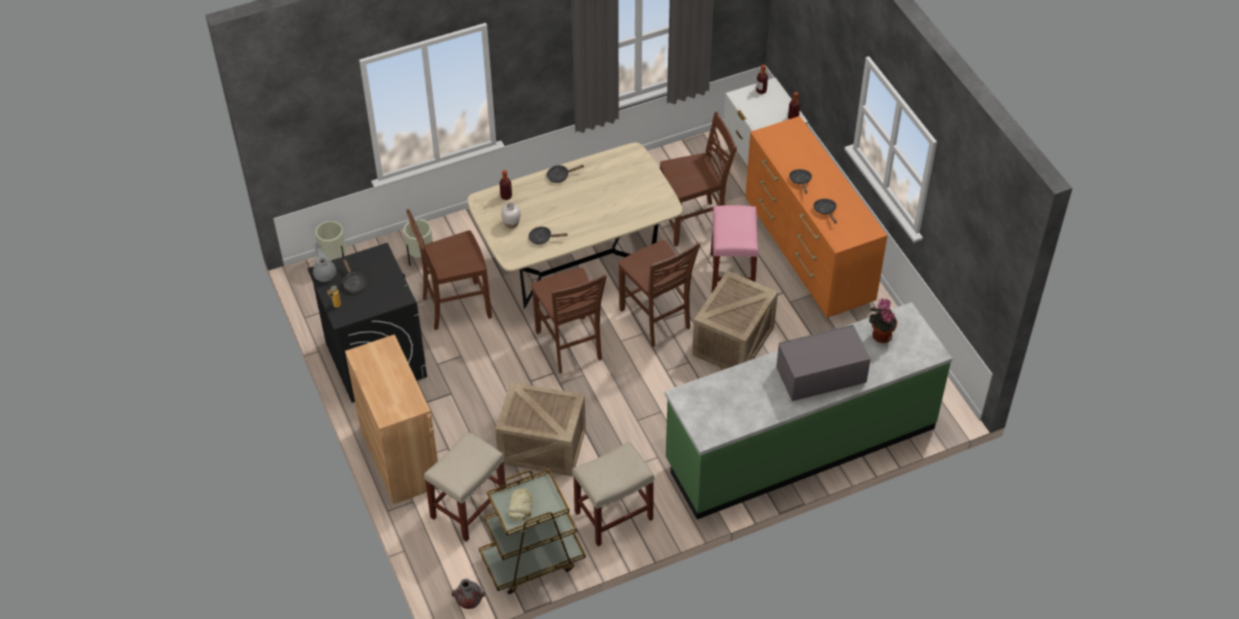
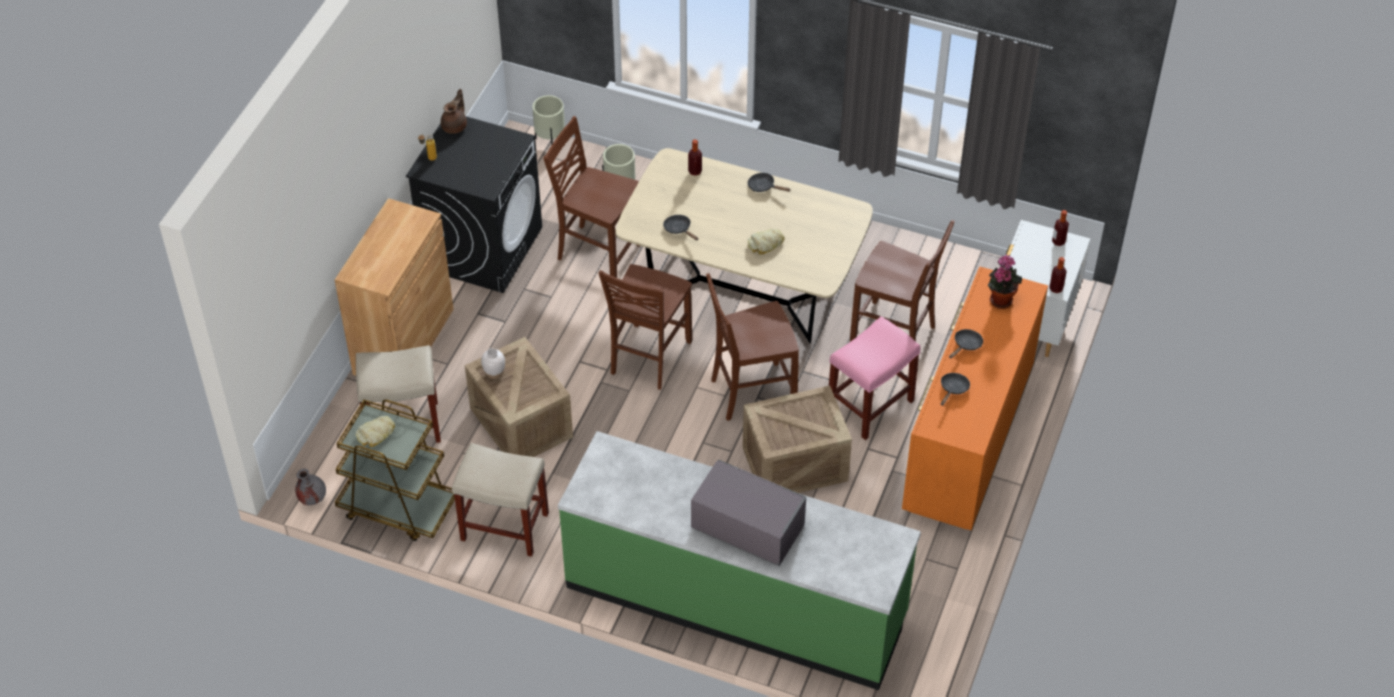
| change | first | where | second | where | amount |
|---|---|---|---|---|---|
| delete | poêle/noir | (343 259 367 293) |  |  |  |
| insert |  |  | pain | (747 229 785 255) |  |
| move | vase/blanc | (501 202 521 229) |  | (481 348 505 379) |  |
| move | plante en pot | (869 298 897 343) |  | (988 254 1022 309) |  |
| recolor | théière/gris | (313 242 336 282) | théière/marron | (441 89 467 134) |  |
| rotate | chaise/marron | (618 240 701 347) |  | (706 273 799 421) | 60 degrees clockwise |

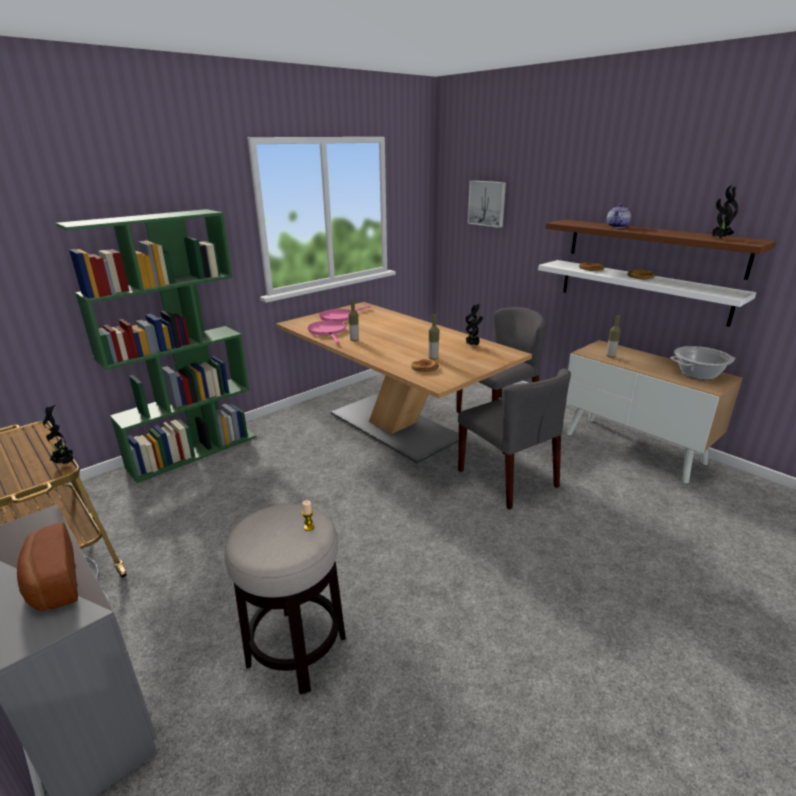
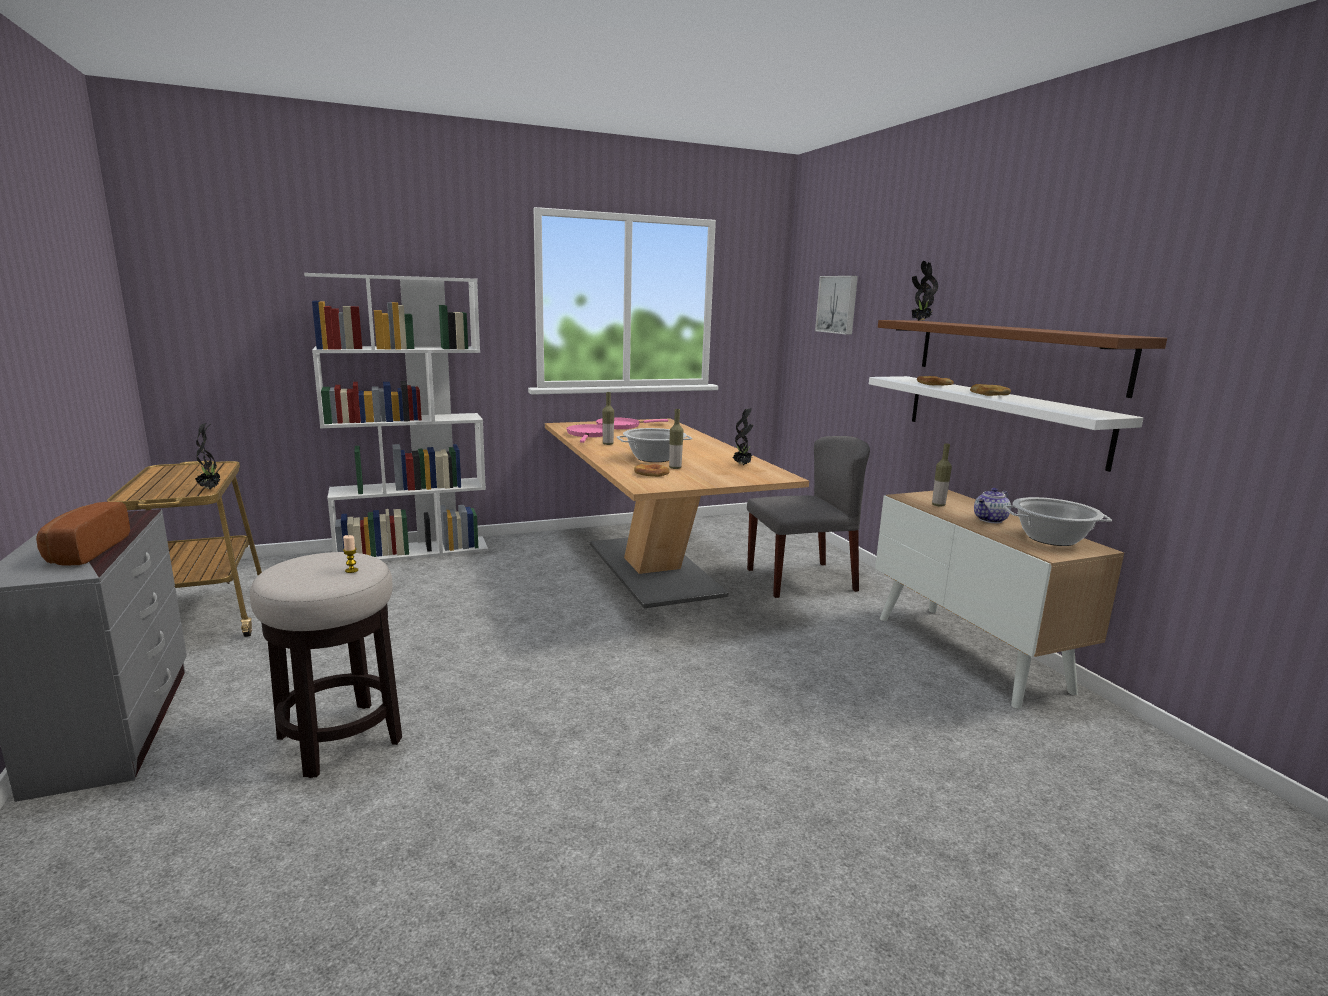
| change | first | where | second | where | amount |
|---|---|---|---|---|---|
| delete | chaise/gris | (458 368 571 510) |  |  |  |
| insert |  |  | marmite | (617 428 692 462) |  |
| move | théière | (607 204 631 228) |  | (974 488 1011 523) |  |
| move | plante en pot | (712 185 738 239) |  | (912 261 938 321) |  |
| recolor | bibliothèque/vert | (56 209 256 483) | bibliothèque/blanc | (304 273 488 561) |  |

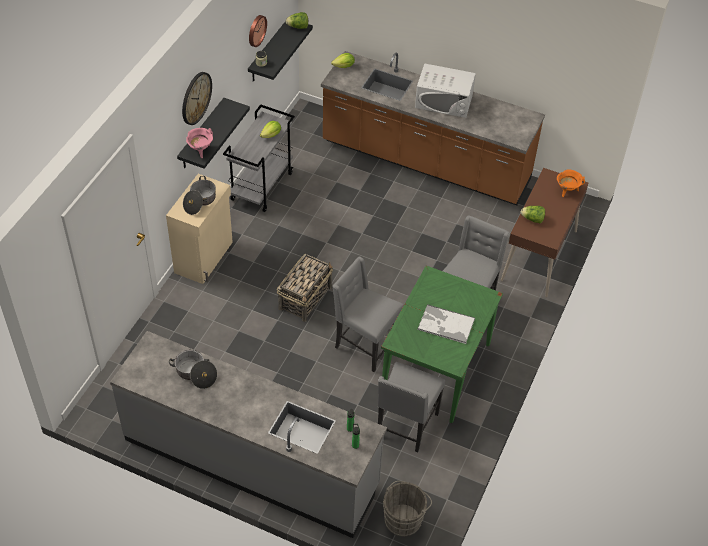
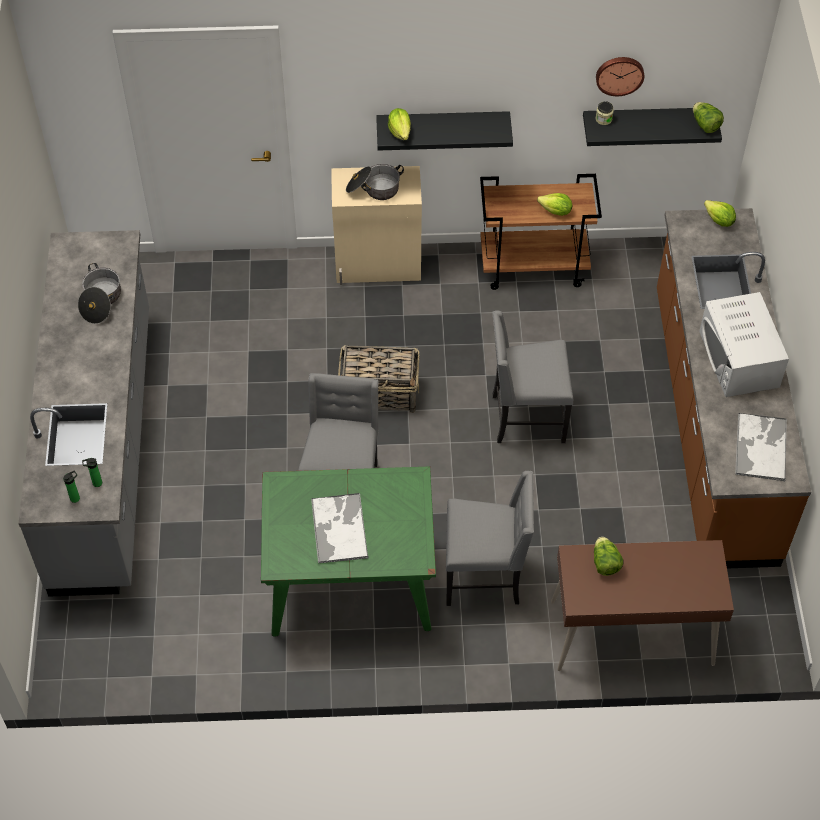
| change | first | where | second | where | amount |
|---|---|---|---|---|---|
| delete | horloge murale | (182 72 212 125) |  |  |  |
| delete | seau/gris | (383 481 432 537) |  |  |  |
| delete | marmite/orange | (557 169 585 197) |  |  |  |
| insert |  |  | plateau | (735 413 787 481) |  |
| move | chaise/gris | (378 362 445 452) |  | (492 311 573 443) |  |
| replace | marmite/rose | (186 128 213 158) | laitue | (388 108 411 140) |  |
| recolor | chariot/gris | (223 104 295 212) | chariot/marron | (480 174 602 290) |  |

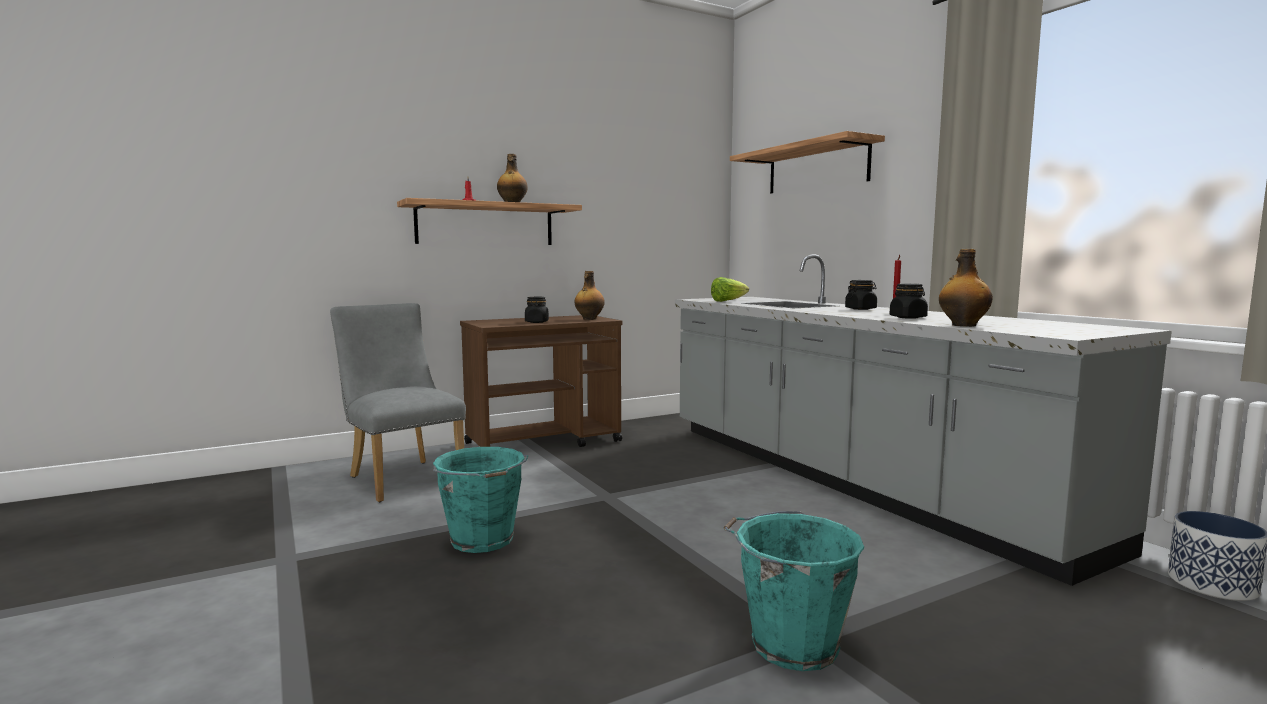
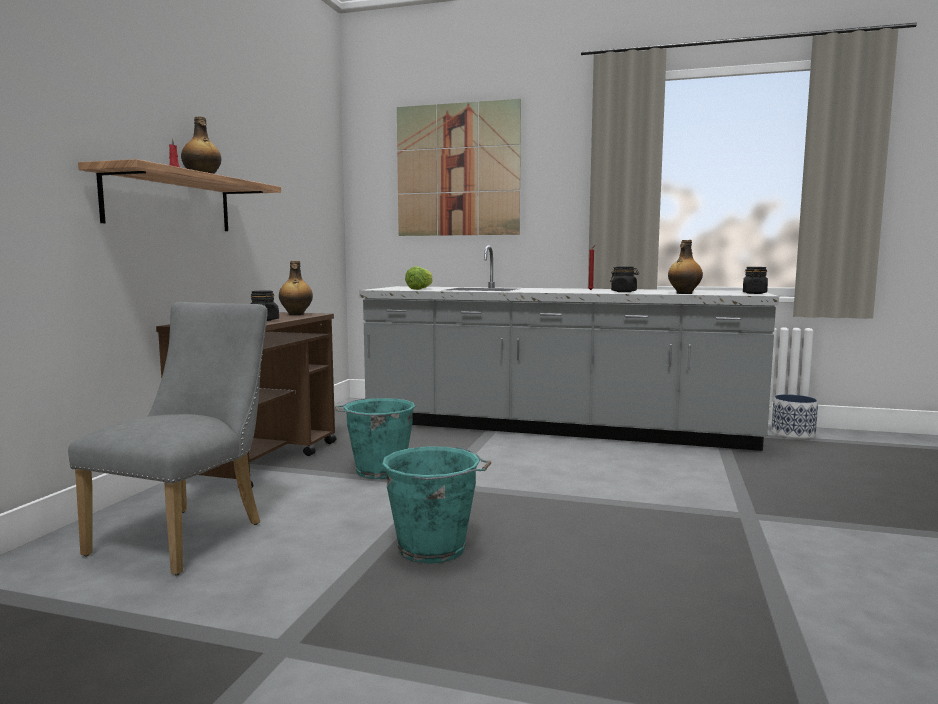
| change | first | where | second | where | amount |
|---|---|---|---|---|---|
| move | seau/turquoise | (724 511 864 671) |  | (335 398 415 479) |  |
| move | bocal/noir | (845 280 877 310) |  | (743 267 768 294) |  |
| replace | étagère | (730 131 885 193) | tableau | (397 99 521 236) |  |
| rotate | chaise/gris | (330 303 466 502) |  | (68 302 268 575) | 105 degrees clockwise |

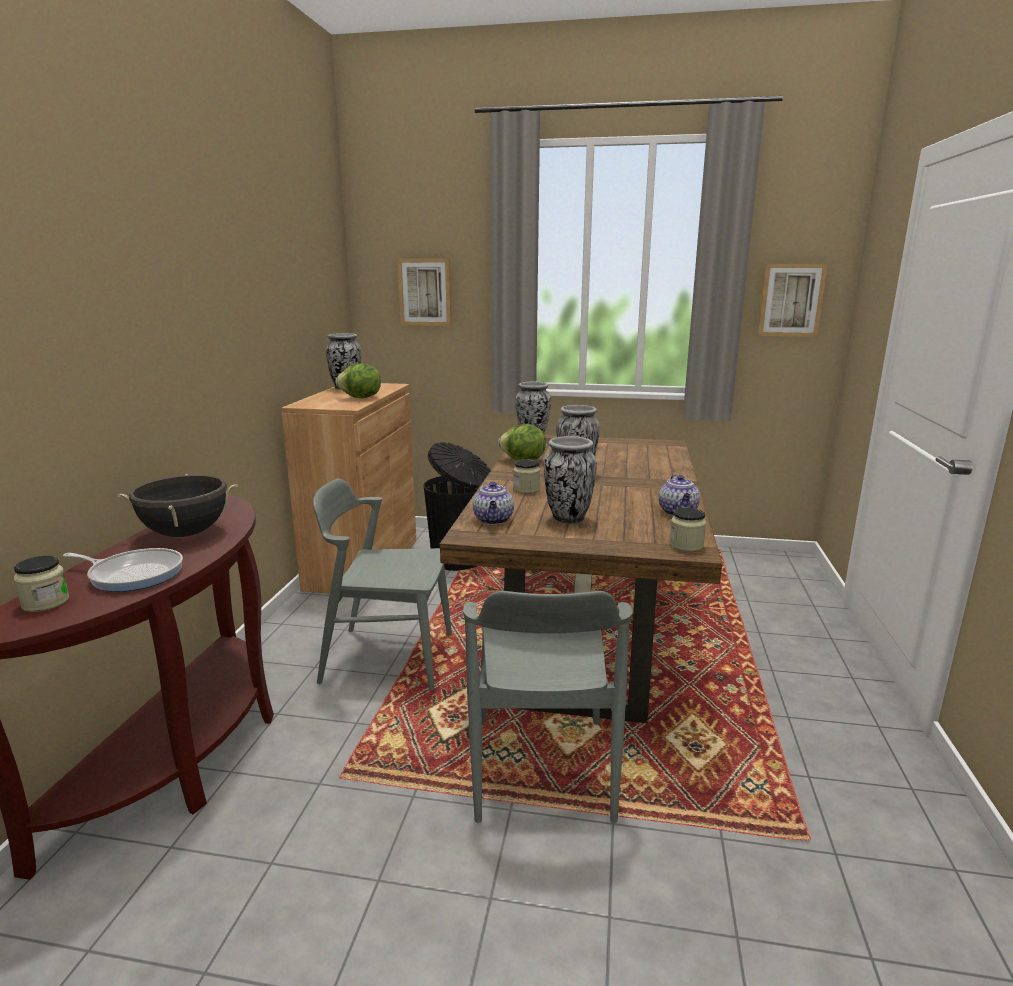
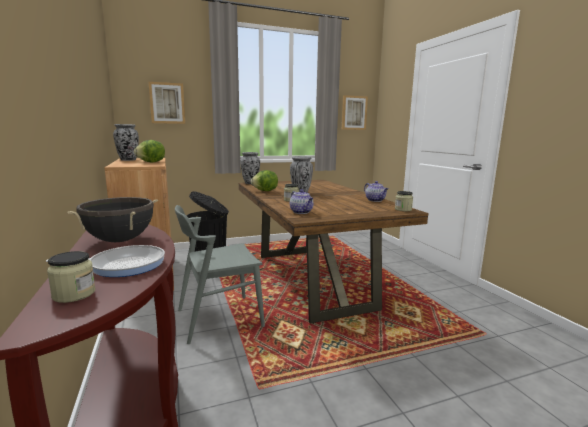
| change | first | where | second | where | amount |
|---|---|---|---|---|---|
| delete | chaise/gris | (463 591 633 823) |  |  |  |
| delete | vase | (544 436 597 524) |  |  |  |

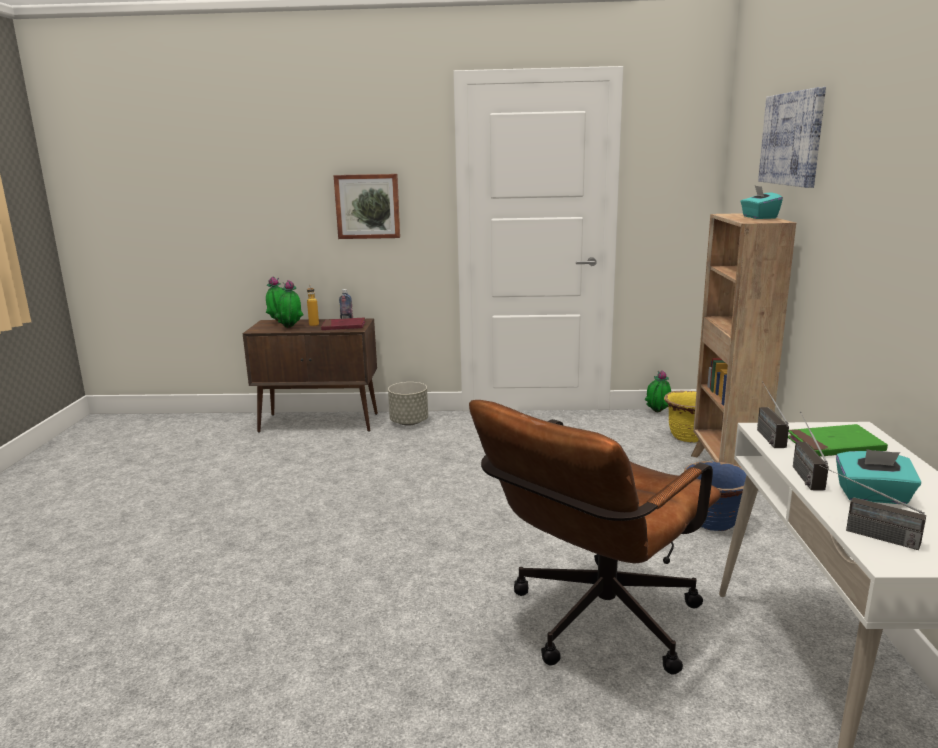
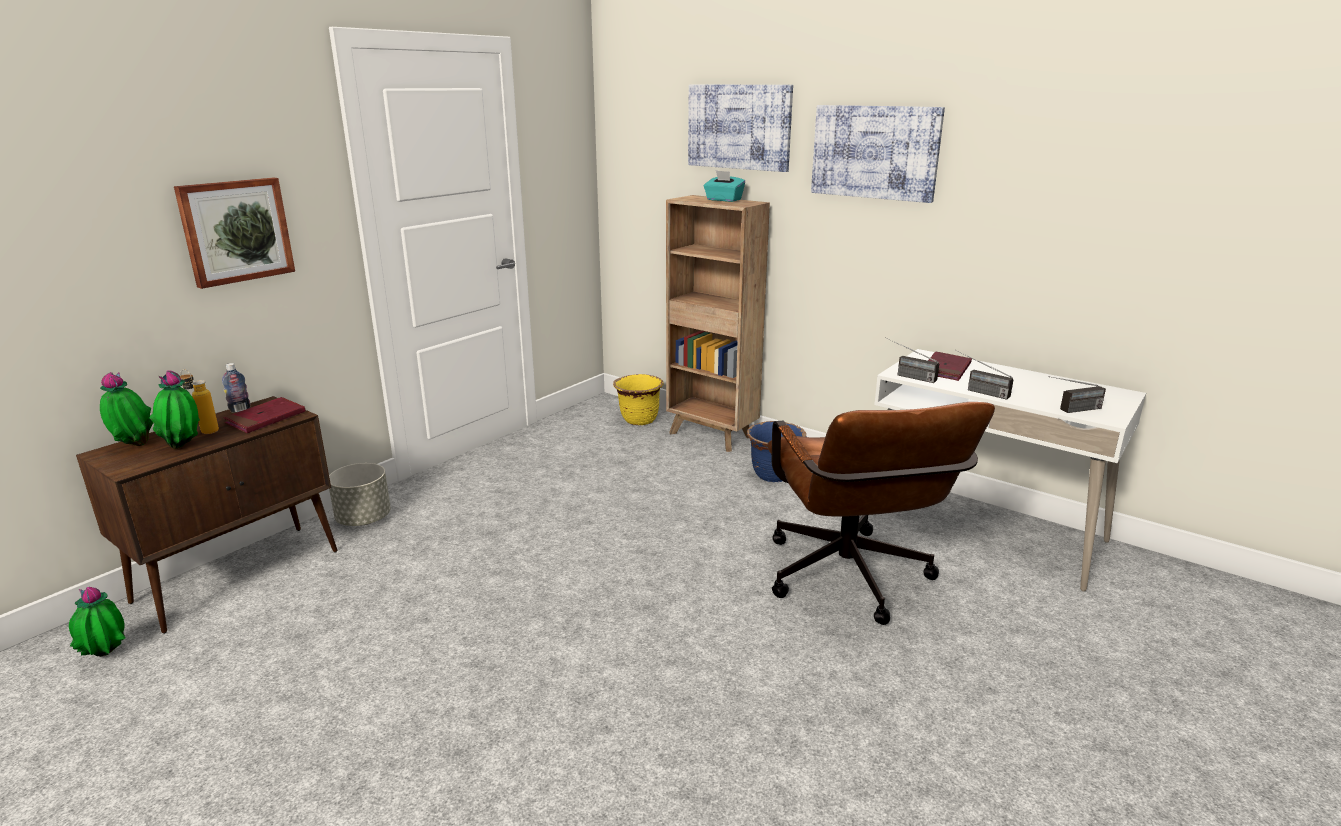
| change | first | where | second | where | amount |
|---|---|---|---|---|---|
| delete | boîte à mouchoirs/turquoise | (836 449 921 504) |  |  |  |
| insert |  |  | tableau | (811 105 945 203) |  |
| move | plante en pot | (644 370 671 413) |  | (69 587 126 657) |  |
| recolor | livre/vert | (788 424 888 457) | livre/rouge | (928 351 972 381) |  |

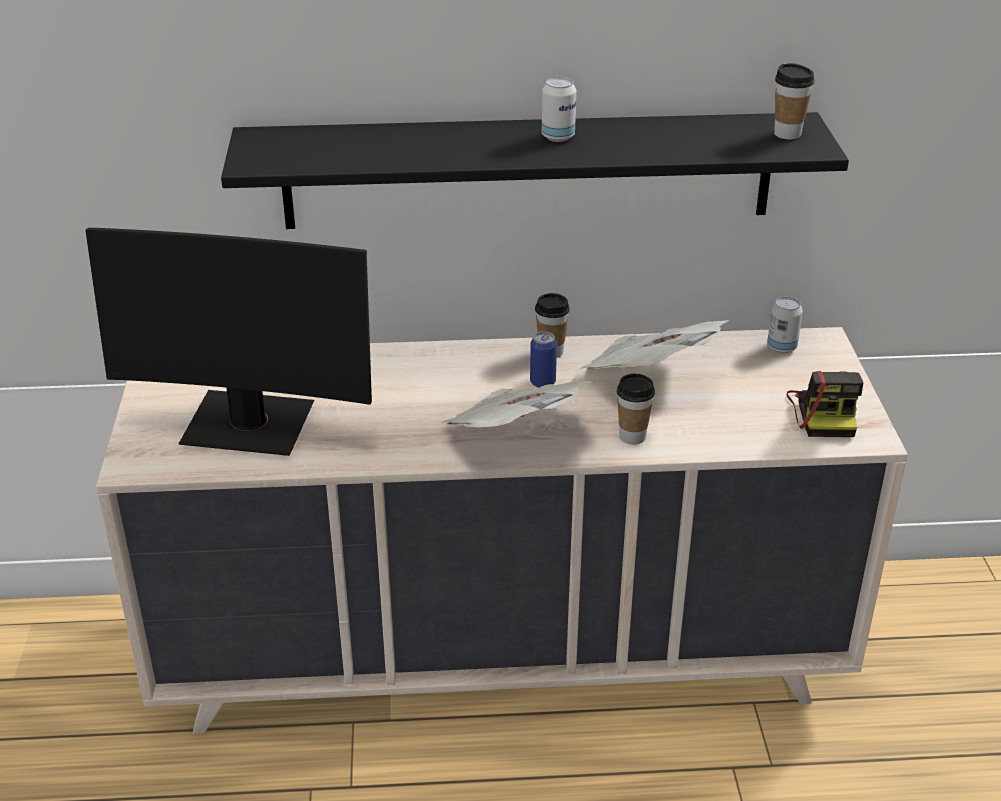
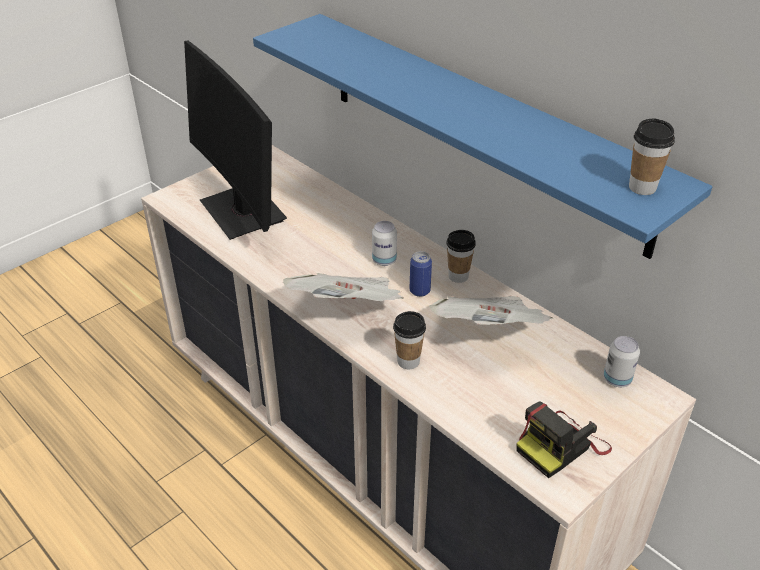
| change | first | where | second | where | amount |
|---|---|---|---|---|---|
| move | boîte métallique | (542 77 576 142) |  | (372 221 397 266) |  |
| recolor | étagère/noir | (221 112 849 229) | étagère/bleu | (253 14 712 259) |  |

